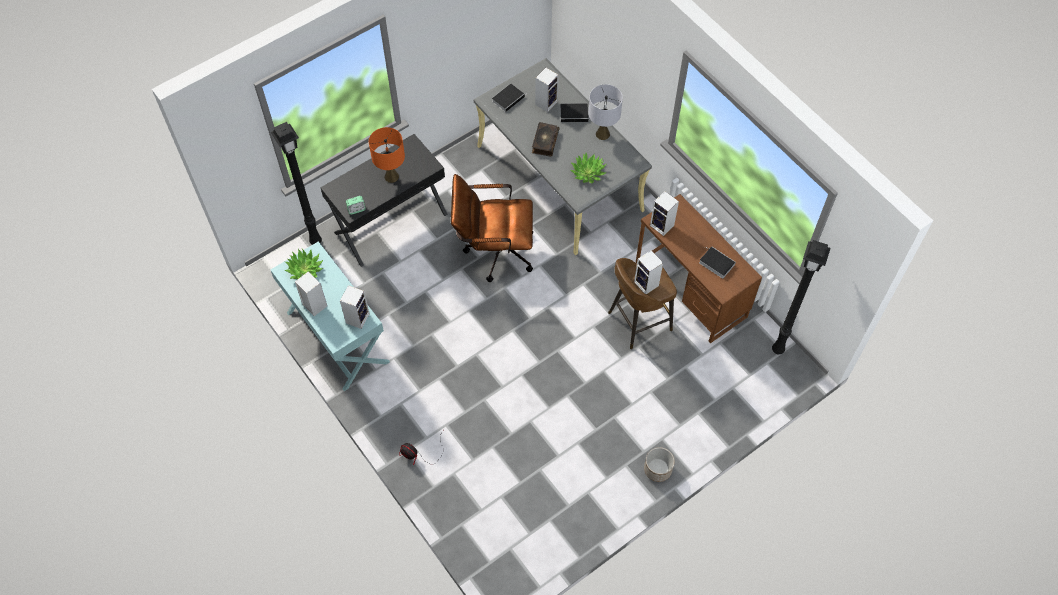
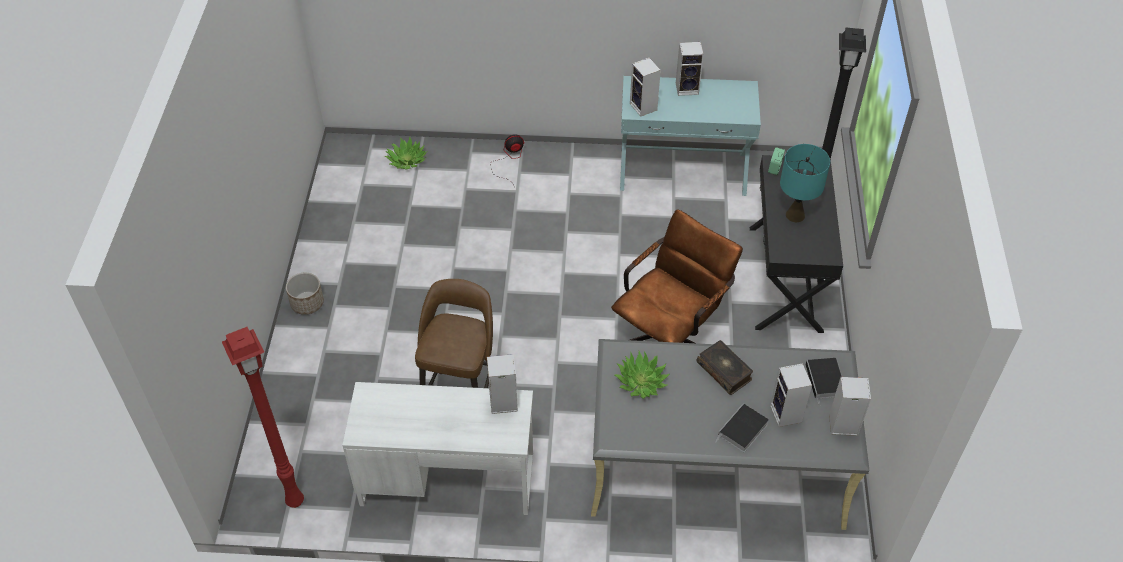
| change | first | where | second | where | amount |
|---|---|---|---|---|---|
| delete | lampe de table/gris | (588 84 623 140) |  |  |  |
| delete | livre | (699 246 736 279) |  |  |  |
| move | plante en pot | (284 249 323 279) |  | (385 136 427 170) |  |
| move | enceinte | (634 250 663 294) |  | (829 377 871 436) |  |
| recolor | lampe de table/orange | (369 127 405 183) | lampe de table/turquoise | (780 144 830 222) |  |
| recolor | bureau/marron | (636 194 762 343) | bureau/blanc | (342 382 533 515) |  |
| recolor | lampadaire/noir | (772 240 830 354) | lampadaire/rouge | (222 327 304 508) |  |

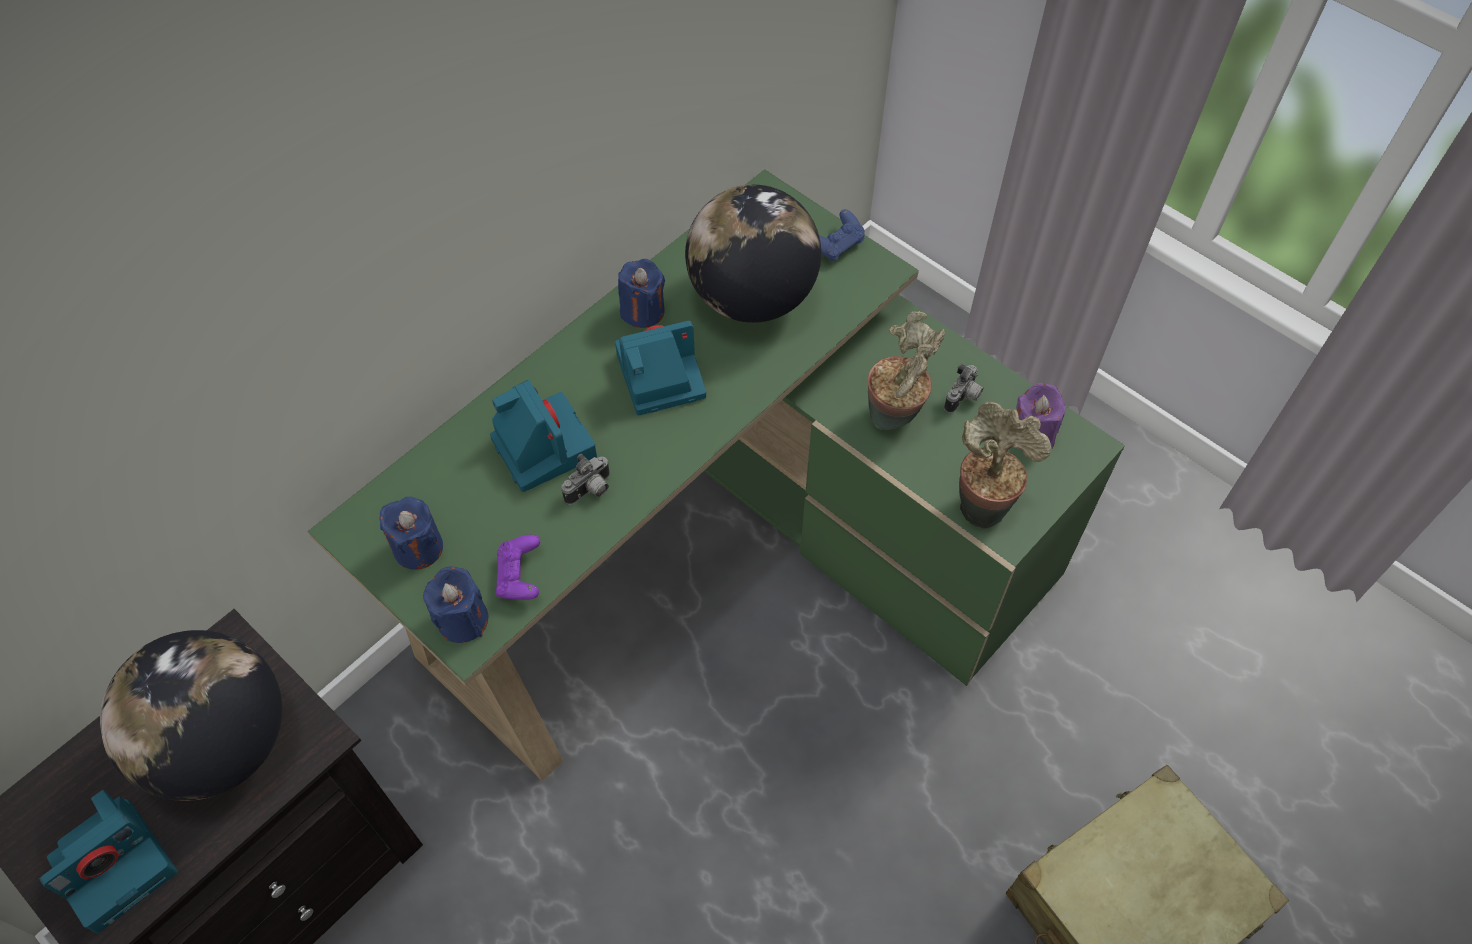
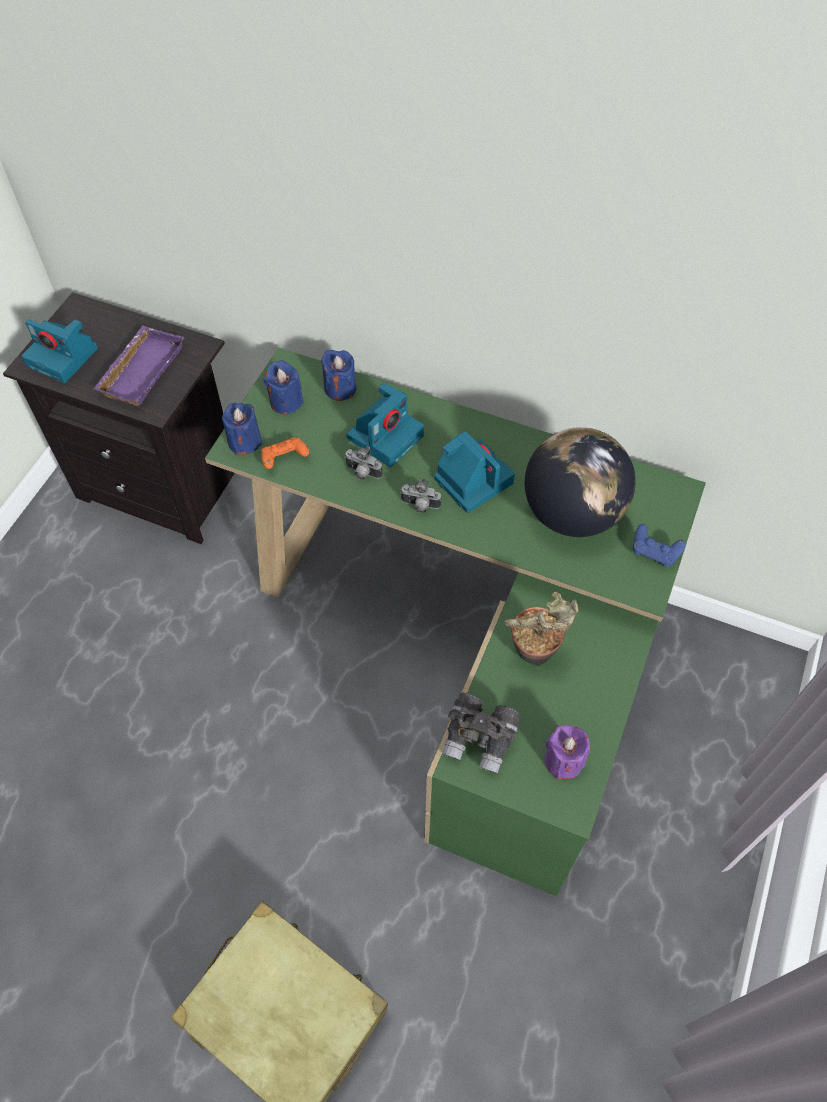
| change | first | where | second | where | amount |
|---|---|---|---|---|---|
| move | bougie/bleu | (618 259 665 328) |  | (321 350 356 401) |  |
| move | appareil photo | (944 364 983 413) |  | (400 478 441 513) |  |
| replace | globe | (100 630 282 801) | plateau/violet | (93 326 185 406) |  |
| replace | plante en pot | (959 402 1052 529) | jumelles/gris | (442 693 520 774) |  |
| recolor | manette/violet | (495 535 540 600) | manette/orange | (261 437 309 469) |  |

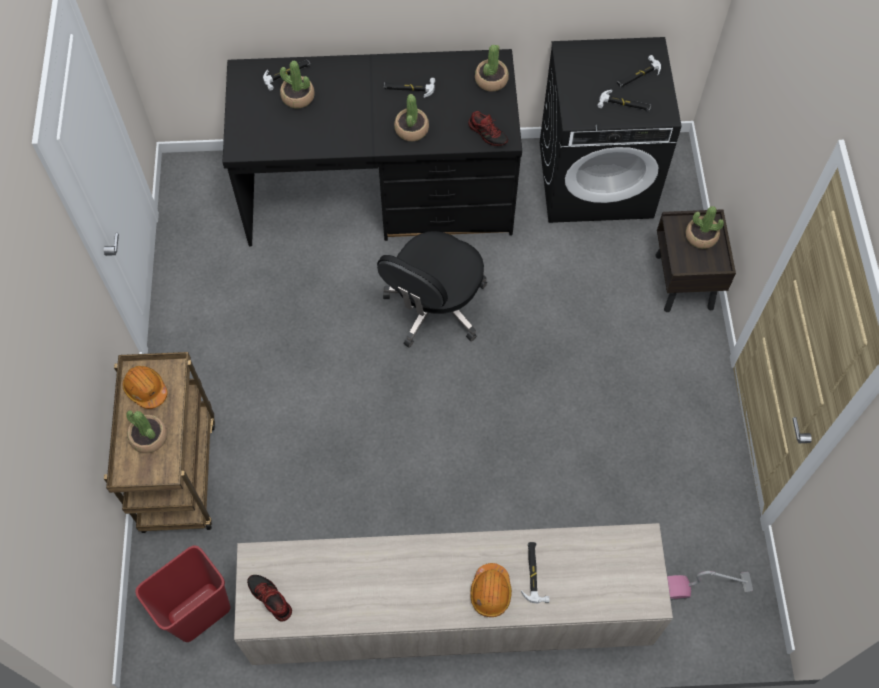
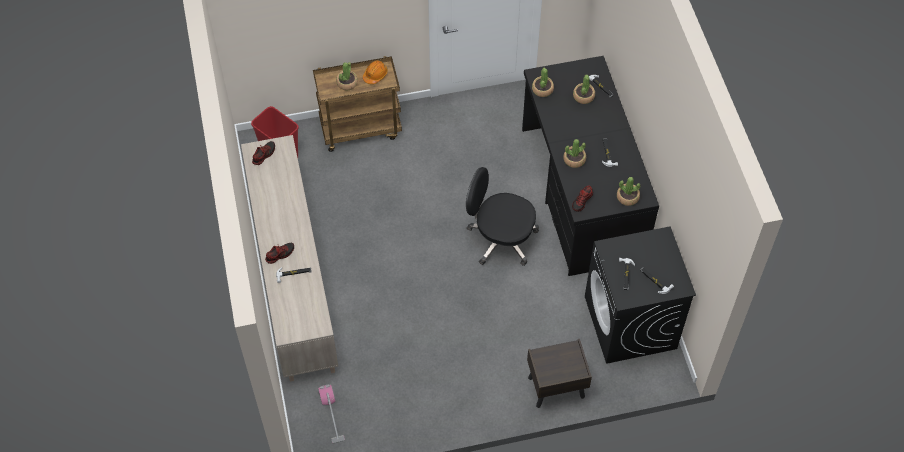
| change | first | where | second | where | amount |
|---|---|---|---|---|---|
| move | plante en pot | (686 206 724 249) |  | (532 68 554 97) |  |
| replace | casque de chantier/orange | (470 563 512 617) | chaussure | (265 243 294 264) |  |

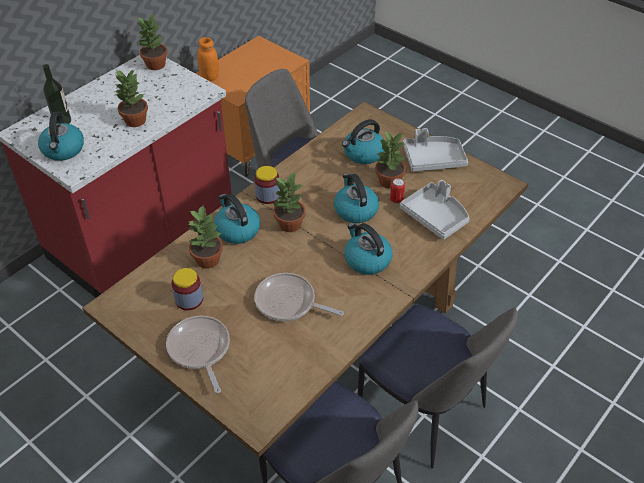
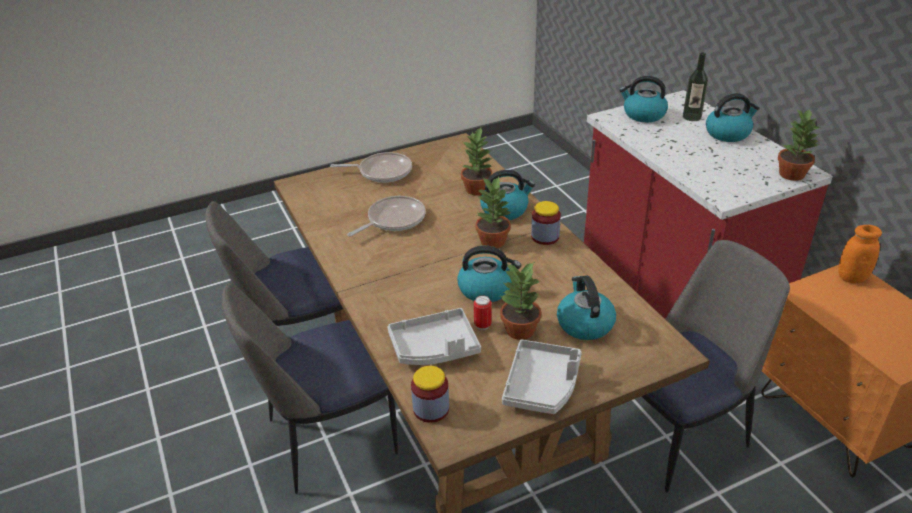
| change | first | where | second | where | amount |
|---|---|---|---|---|---|
| delete | plante en pot | (115 70 148 127) |  |  |  |
| move | bocal | (172 268 203 310) |  | (411 366 449 423) |  |
| move | bouilloire | (344 223 393 275) |  | (706 93 759 142) |  |

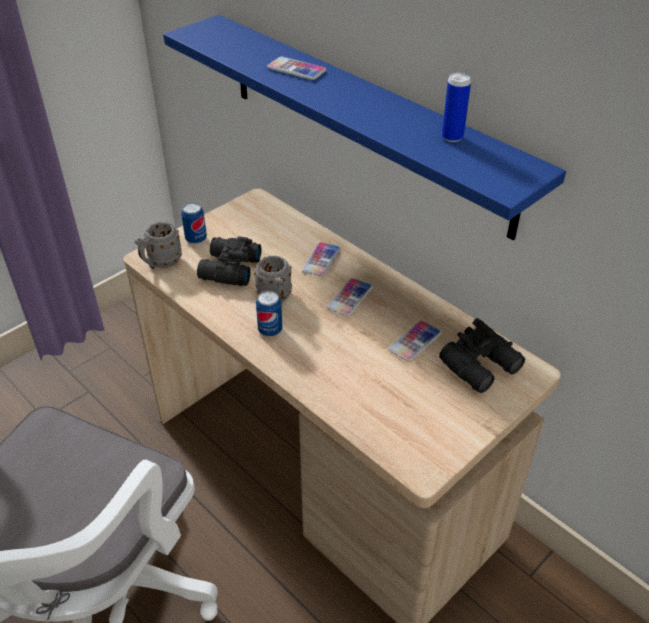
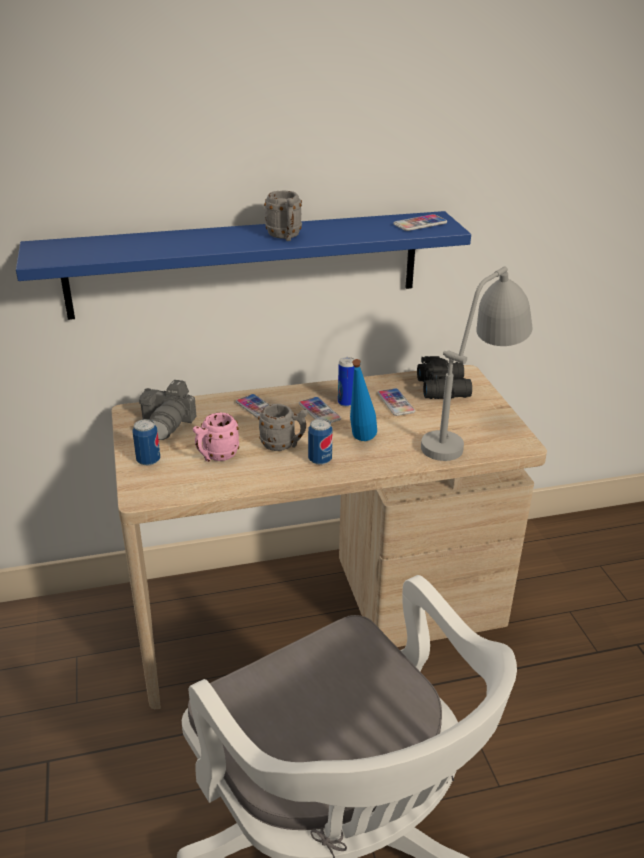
| change | first | where | second | where | amount |
|---|---|---|---|---|---|
| insert |  |  | appareil photo | (139 380 197 440) |  |
| insert |  |  | bouteille/bleu | (350 359 377 441) |  |
| insert |  |  | lampe de table/gris | (421 266 532 461) |  |
| move | mug/gris | (134 222 182 269) |  | (264 191 302 241) |  |
| move | téléphone | (268 57 326 80) |  | (393 214 447 231) |  |
| move | boîte métallique | (442 73 471 142) |  | (338 357 355 407) |  |
| replace | jumelles/noir | (197 236 261 286) | mug/rose | (193 412 239 462) |  |

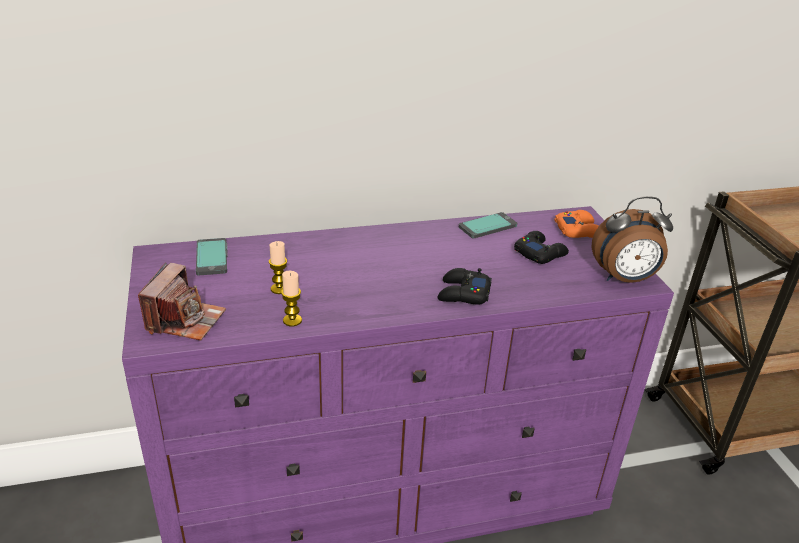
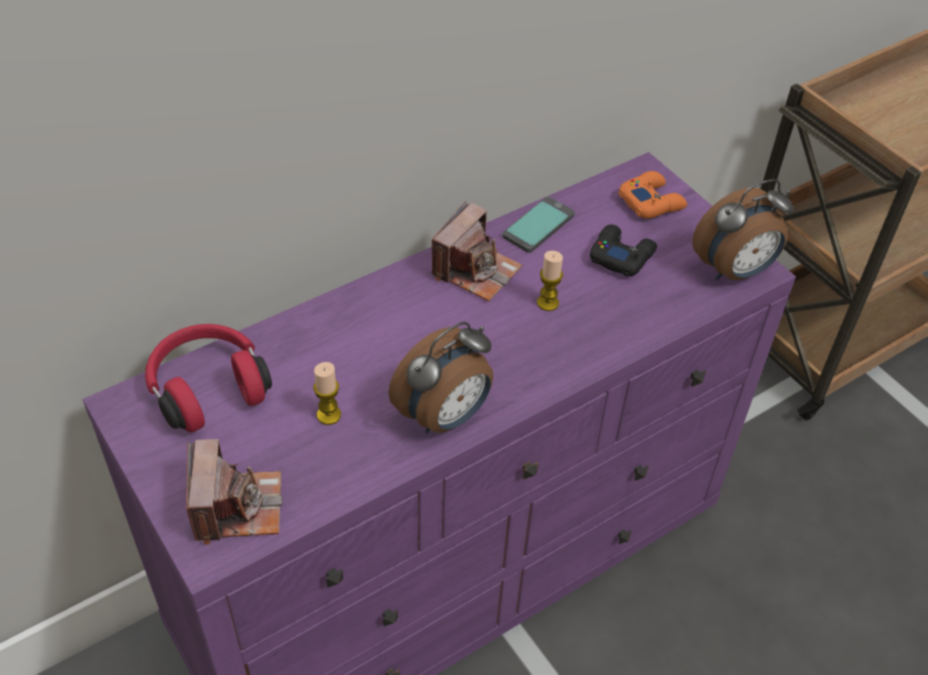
| change | first | where | second | where | amount |
|---|---|---|---|---|---|
| delete | manette/noir | (438 268 492 305) |  |  |  |
| insert |  |  | réveil | (388 322 493 433) |  |
| insert |  |  | appareil photo | (432 201 522 302) |  |
| move | bougie | (281 271 302 326) |  | (537 251 563 311) |  |
| replace | téléphone | (196 238 228 275) | casque audio/rouge | (145 324 272 432) |  |

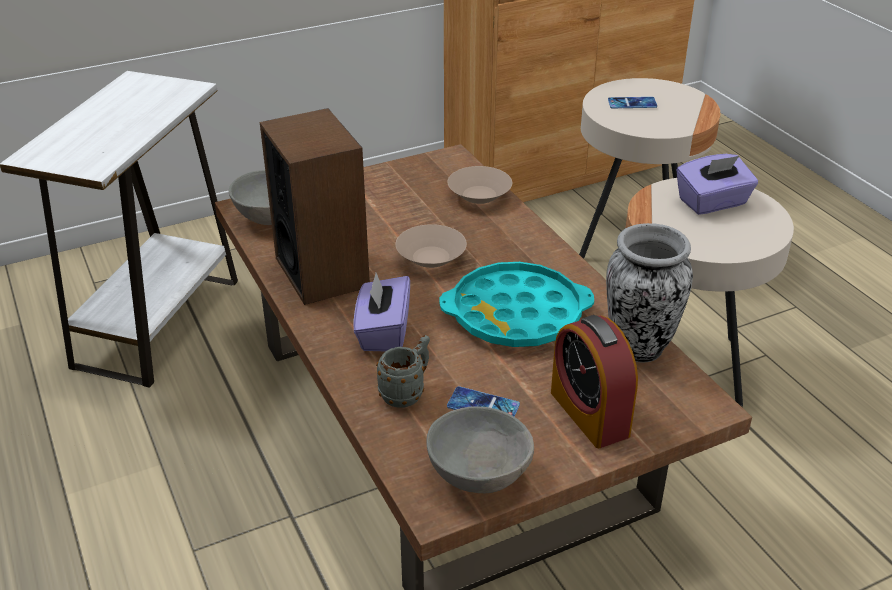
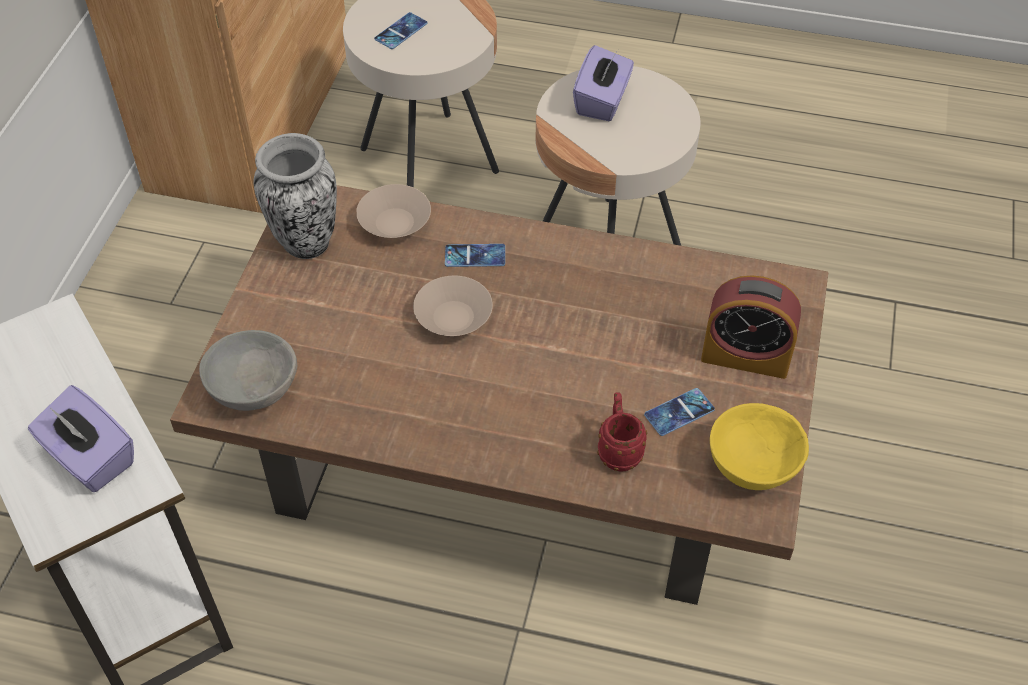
| change | first | where | second | where | amount |
|---|---|---|---|---|---|
| delete | enceinte | (260 108 370 305) |  |  |  |
| delete | plateau/turquoise | (440 262 594 347) |  |  |  |
| insert |  |  | téléphone | (445 244 505 267) |  |
| move | boîte à mouchoirs/violet | (353 273 410 352) |  | (28 385 134 492) |  |
| move | vase | (606 223 693 363) |  | (253 133 337 259) |  |
| recolor | mug/gris | (376 335 430 408) | mug/rouge | (597 392 647 472) |  |
| recolor | bol/gris | (426 407 534 493) | bol/jaune | (710 403 809 490) |  |

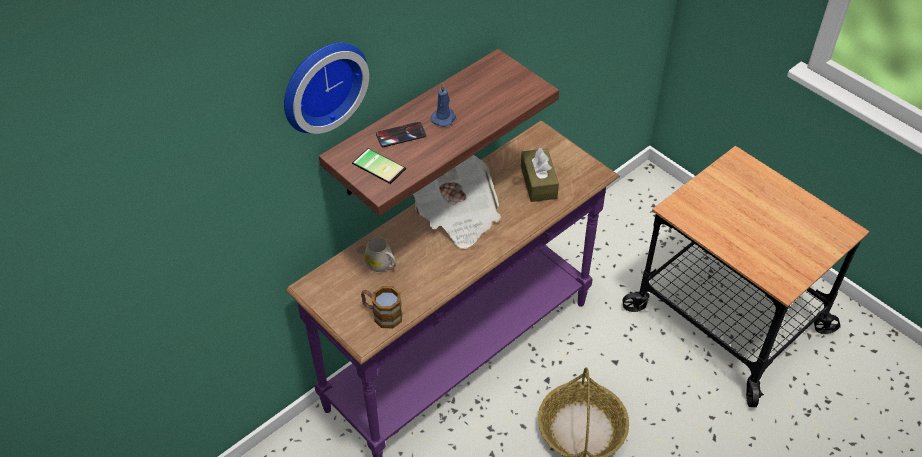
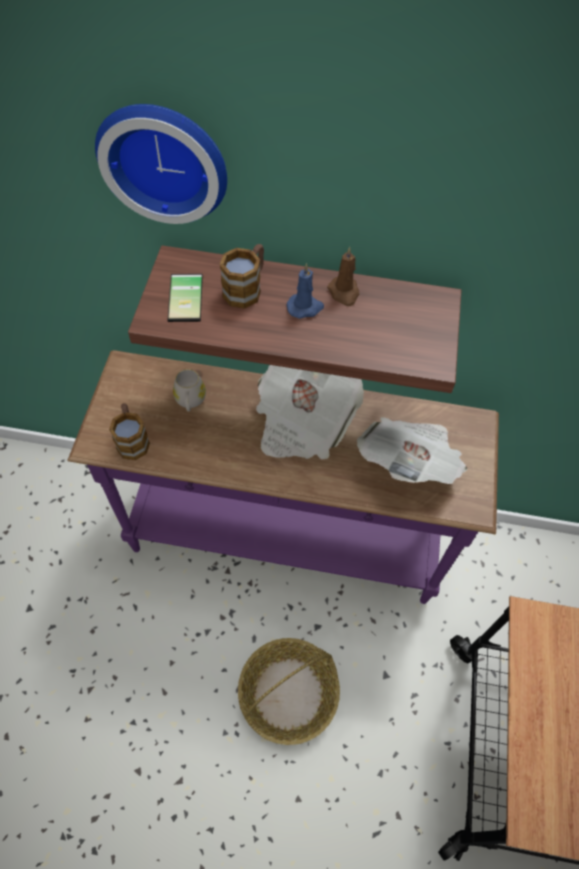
| change | first | where | second | where | amount |
|---|---|---|---|---|---|
| insert |  |  | bougie/marron | (327 247 359 306) |  |
| replace | téléphone | (376 122 426 147) | mug | (220 244 264 309) |  |
| replace | boîte à mouchoirs/marron | (521 147 559 202) | journal | (357 417 468 484) |  |

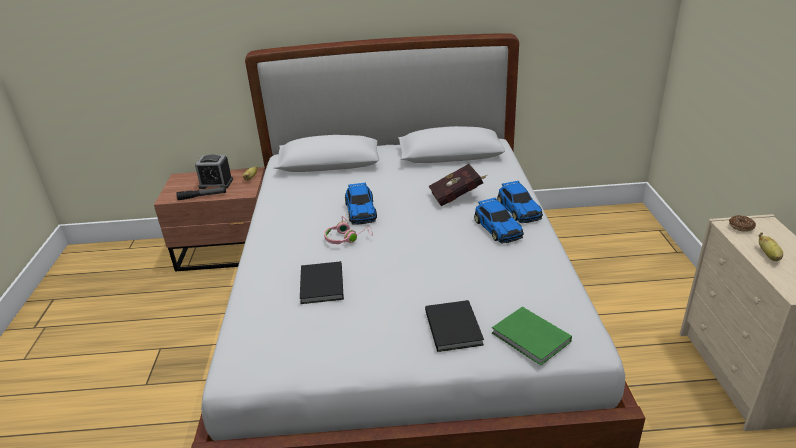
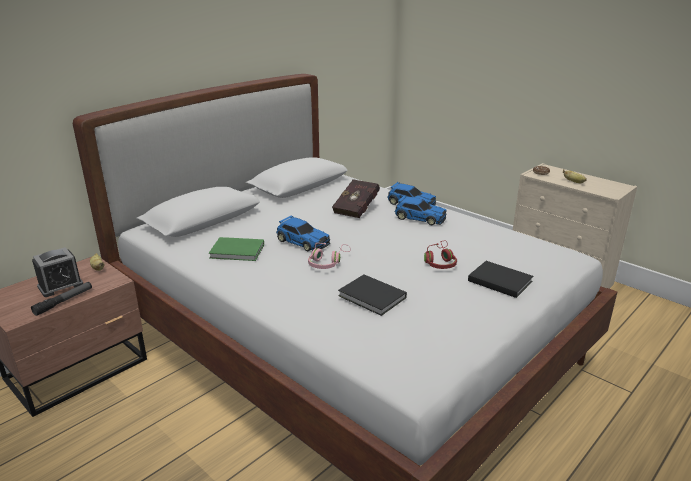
| change | first | where | second | where | amount |
|---|---|---|---|---|---|
| insert |  |  | casque audio/rouge | (424 241 457 269) |  |
| move | livre/vert | (492 307 572 365) |  | (209 237 264 261) |  |

